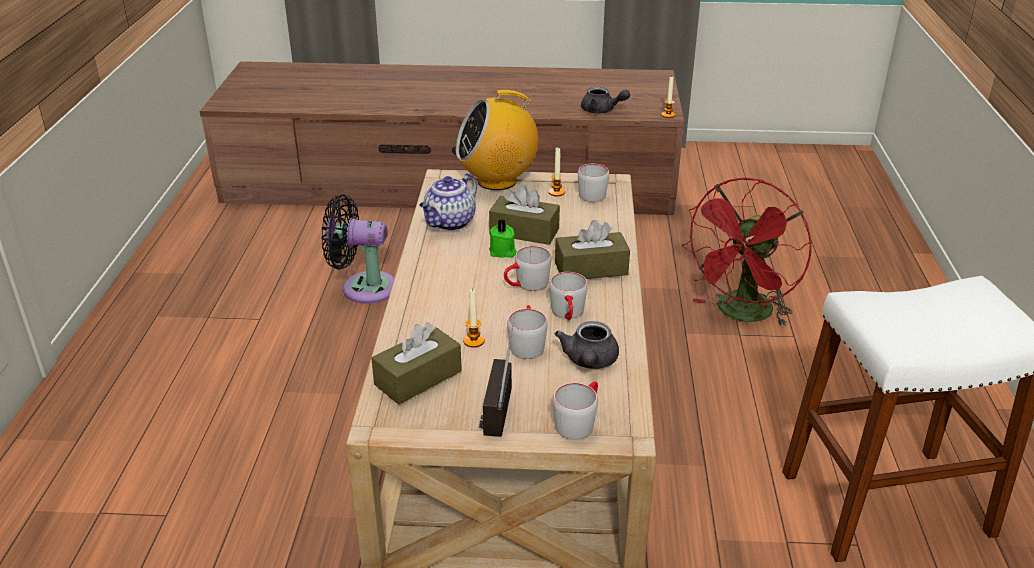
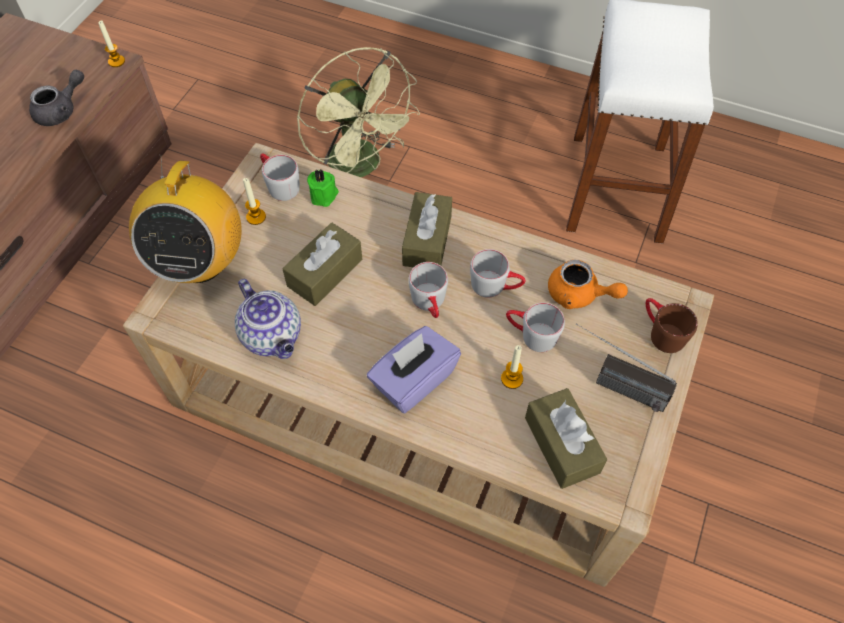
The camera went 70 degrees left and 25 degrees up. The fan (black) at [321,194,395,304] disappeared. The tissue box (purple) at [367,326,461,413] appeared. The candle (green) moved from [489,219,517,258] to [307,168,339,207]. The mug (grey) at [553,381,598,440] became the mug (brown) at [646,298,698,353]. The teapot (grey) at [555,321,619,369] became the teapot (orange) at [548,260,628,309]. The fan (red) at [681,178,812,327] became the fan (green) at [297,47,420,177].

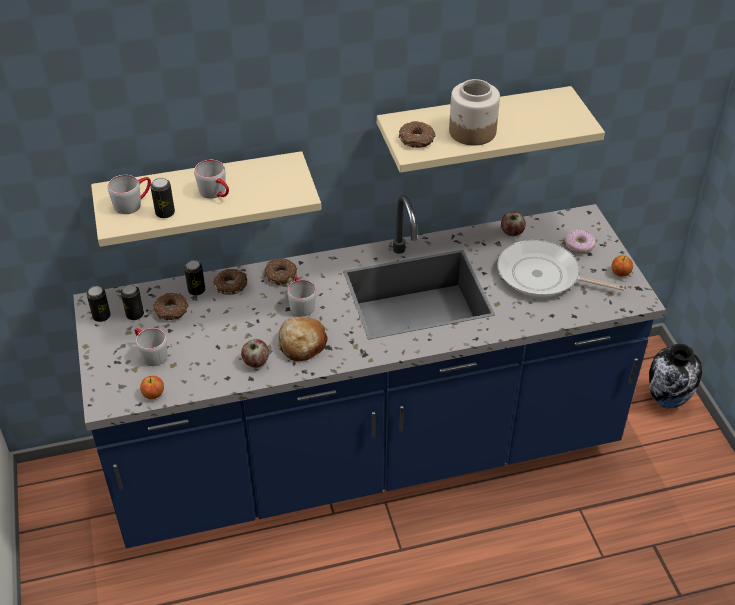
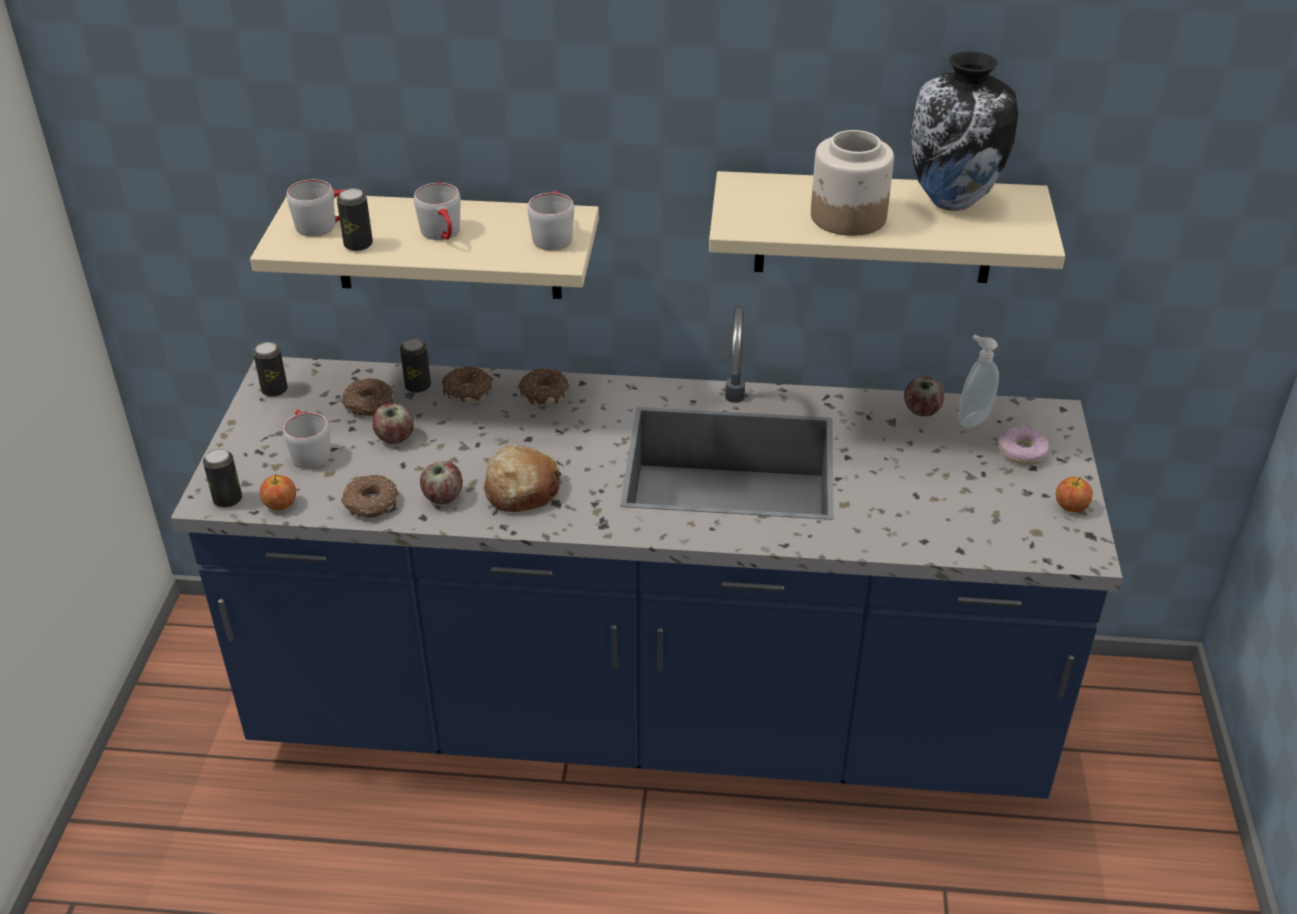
The camera went 20 degrees right and 5 degrees down. The frying pan at [497,240,625,297] disappeared. The apple at [373,403,414,444] appeared. The soap dispenser at [959,335,999,428] appeared. The can moved from [121,284,144,320] to [203,449,242,508]. The mug (grey) moved from [287,276,316,316] to [527,190,574,251]. The donut moved from [399,121,436,148] to [341,474,399,518]. The vase moved from [649,344,702,408] to [911,51,1018,211].

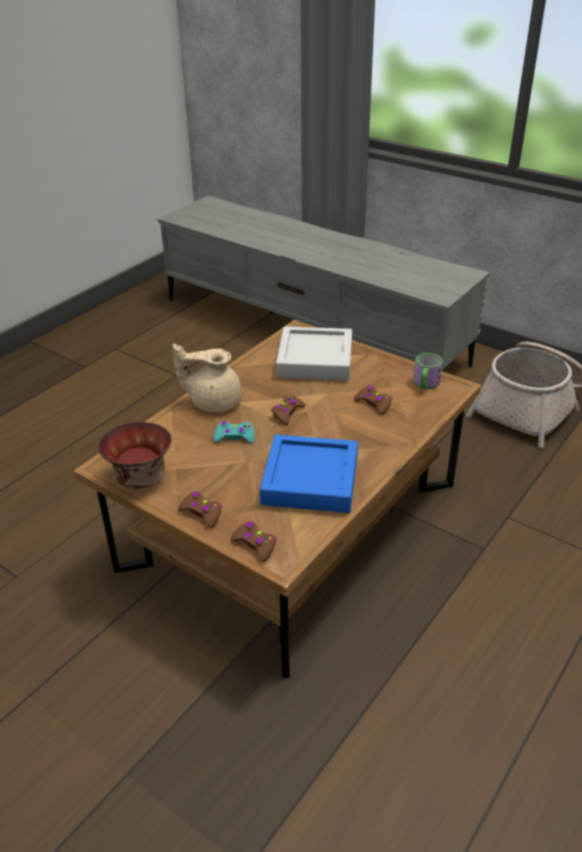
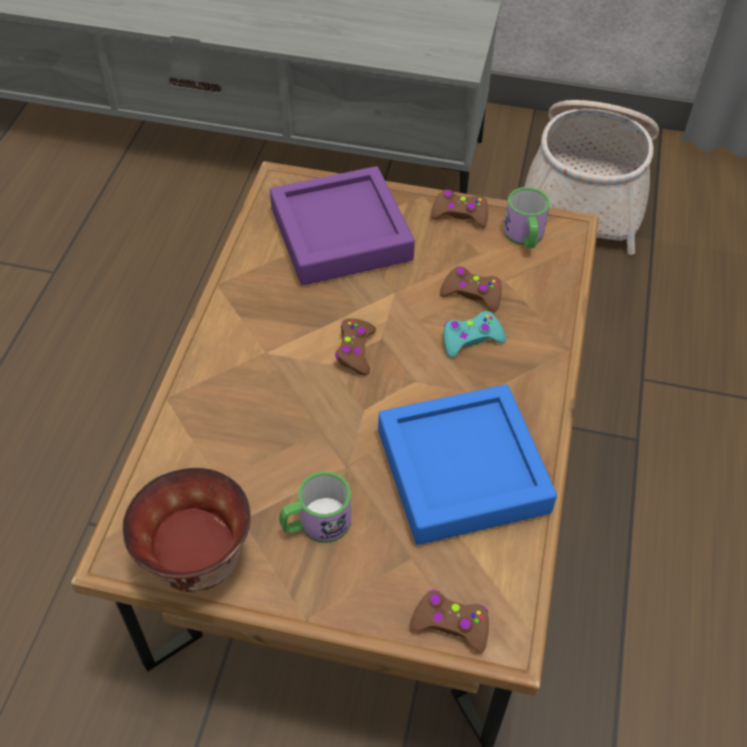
The camera went 25 degrees left and 15 degrees up. The teapot (beige) at [173,344,242,412] disappeared. The mug at [279,471,351,543] appeared. The game controller (brown) moved from [178,491,222,528] to [431,190,488,228]. The game controller (turquoise) moved from [214,421,255,443] to [443,311,506,357]. The tray (grey) at [276,327,352,381] became the tray (purple) at [270,166,415,285].

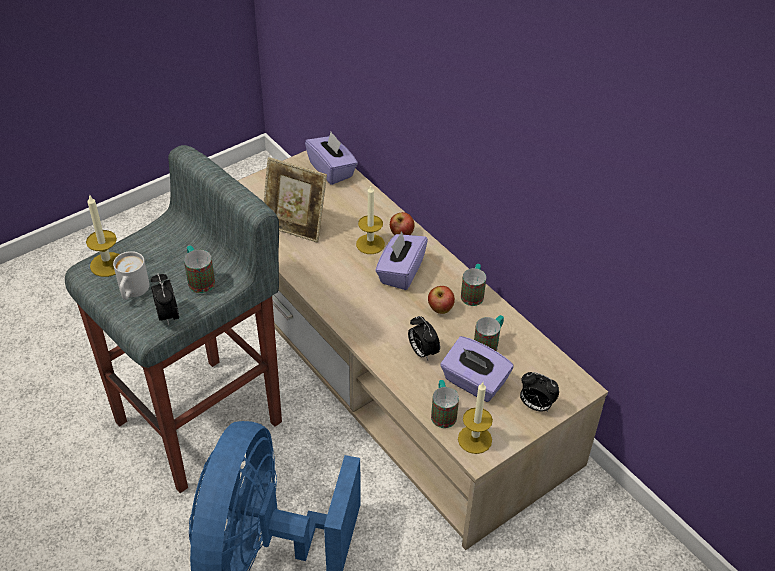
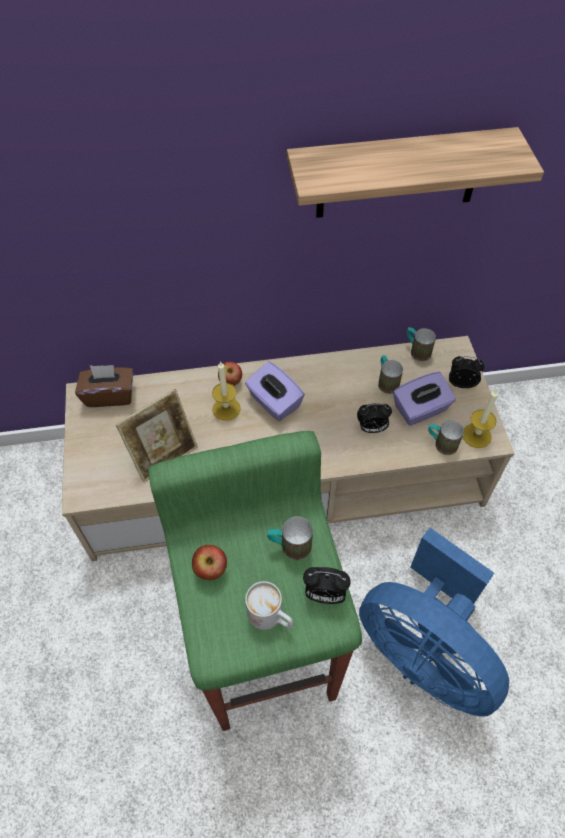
The camera went 60 degrees left and 10 degrees up. The candle at [86,194,120,277] disappeared. The shelf at [287,127,544,218] appeared. The apple moved from [428,286,455,314] to [192,545,227,580]. The mug moved from [461,264,486,306] to [407,327,436,361]. The stool (grey) at [65,145,282,493] became the stool (green) at [148,431,362,731]. The tissue box (purple) at [305,132,358,185] became the tissue box (brown) at [75,365,134,407]. The alarm clock at [520,372,559,412] turned 135 degrees counterclockwise.

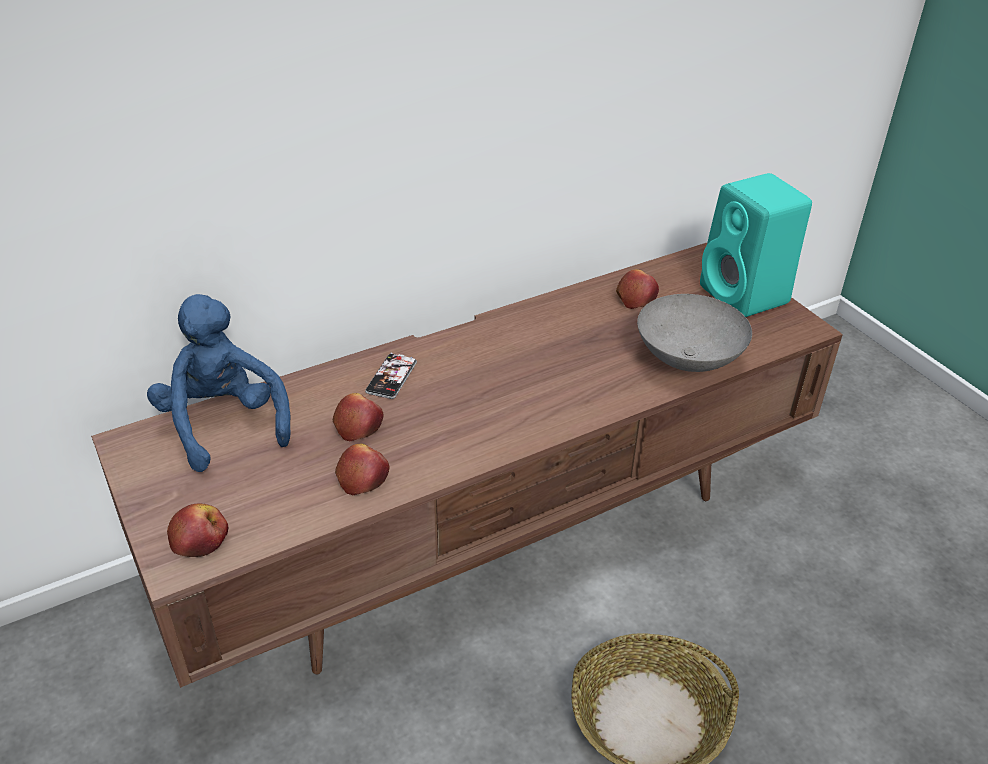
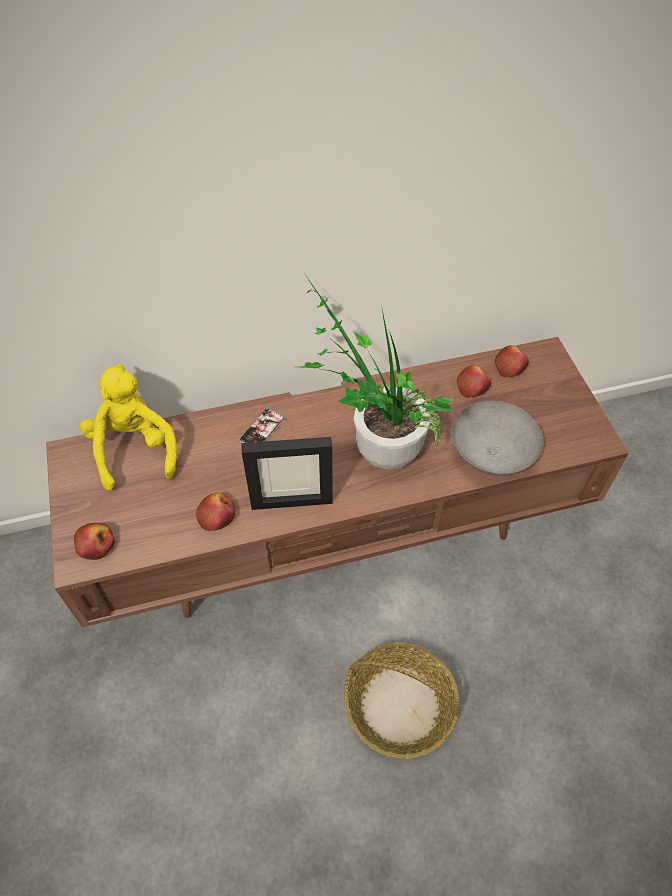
The camera went 15 degrees right and 15 degrees up. The speaker (turquoise) at [700,173,812,317] disappeared. The picture frame at [241,437,333,510] appeared. The potted plant at [301,273,454,469] appeared. The apple moved from [333,393,383,441] to [495,345,529,377]. The plush toy (blue) at [147,294,291,472] became the plush toy (yellow) at [80,364,177,490].

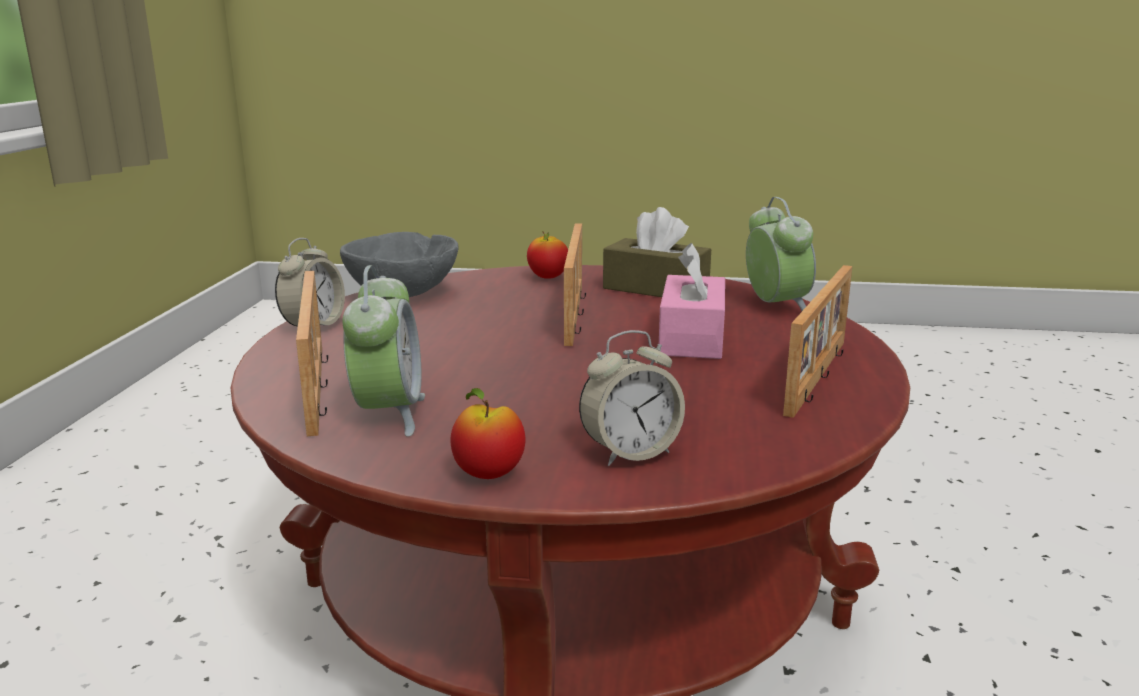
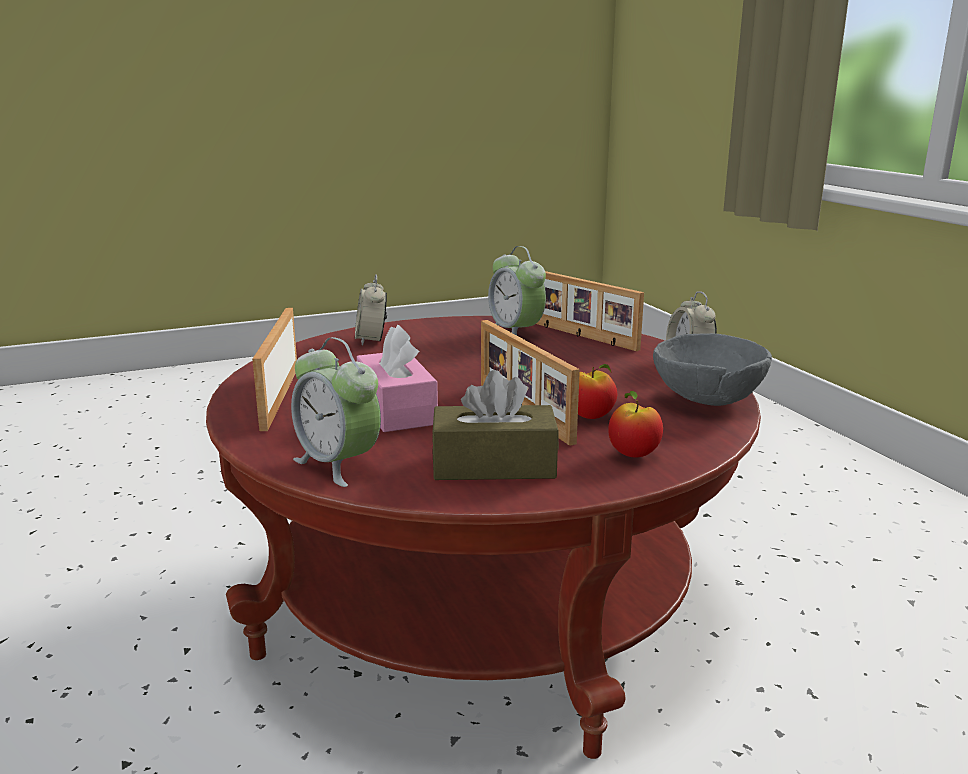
The camera went 150 degrees right and 0 degrees up. The apple moved from [451,388,525,479] to [578,364,617,419]. The alarm clock at [579,330,685,466] turned 45 degrees counterclockwise.

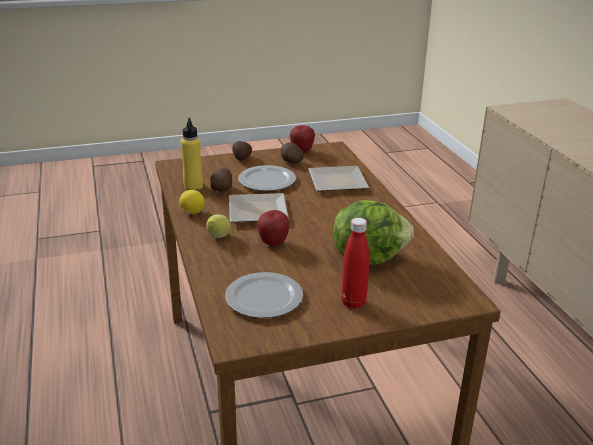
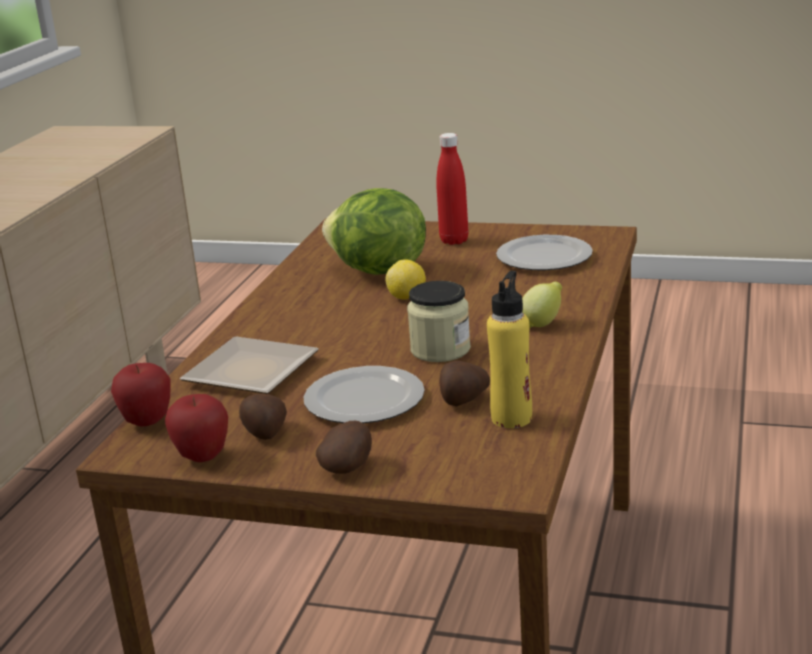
The camera went 145 degrees left and 5 degrees down. The lemon moved from [179,190,205,214] to [386,259,426,300]. The apple moved from [257,210,289,247] to [111,363,171,426]. The plate at [229,193,289,223] was replaced by the jar at [407,281,471,362].

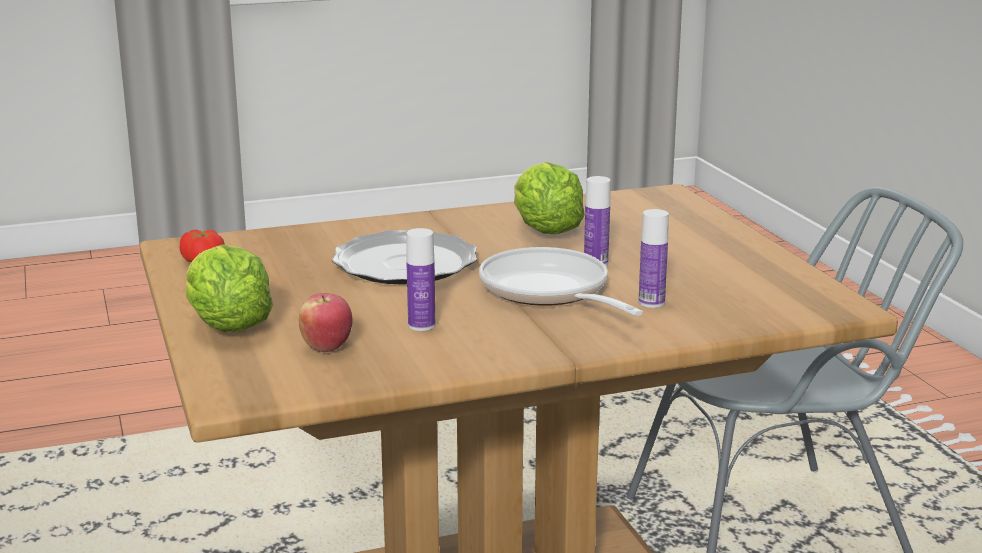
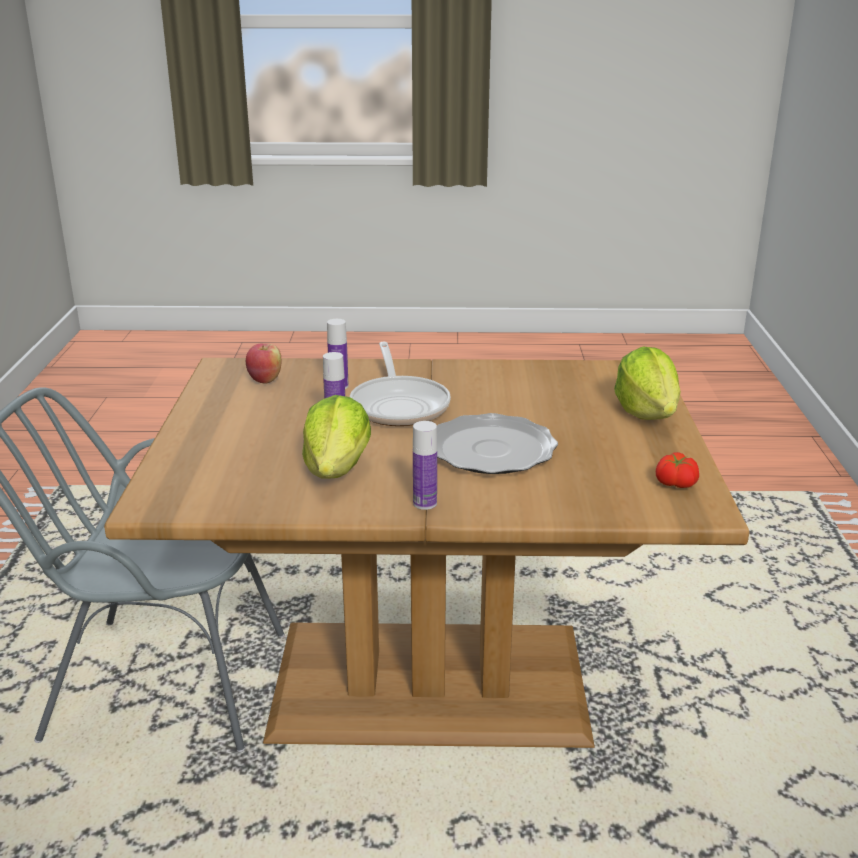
The camera went 160 degrees left and 5 degrees up. The apple moved from [299,293,353,352] to [246,344,281,384]. The bottle moved from [406,228,435,331] to [413,421,437,510].

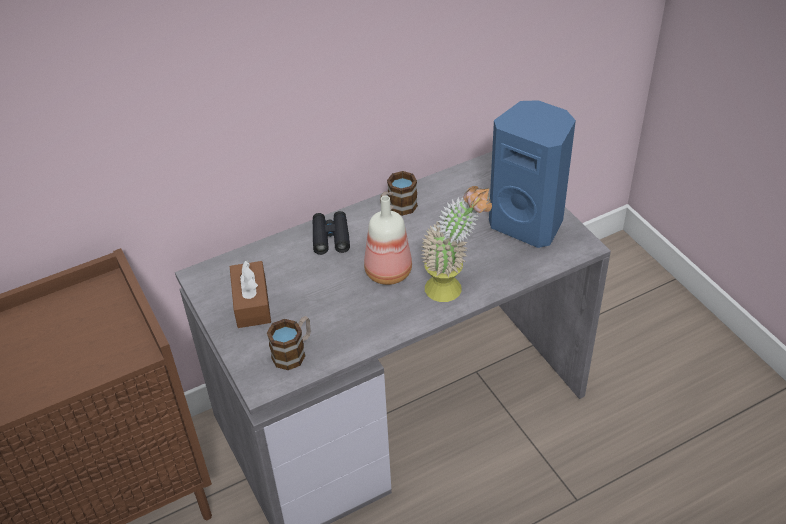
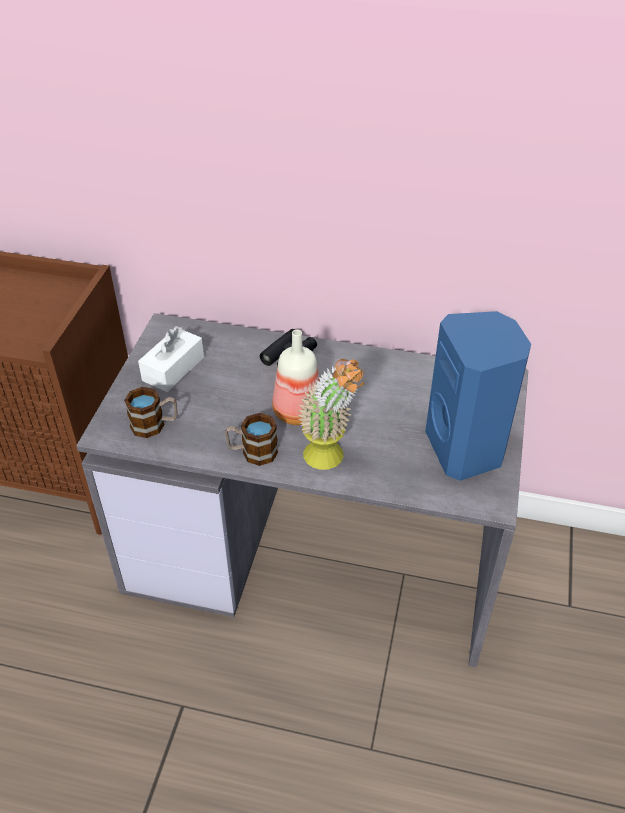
The camera went 40 degrees right and 0 degrees up. The mug moved from [380,171,418,216] to [225,413,278,466]. The tissue box (brown) at [230,260,271,328] became the tissue box (white) at [138,326,204,392].

